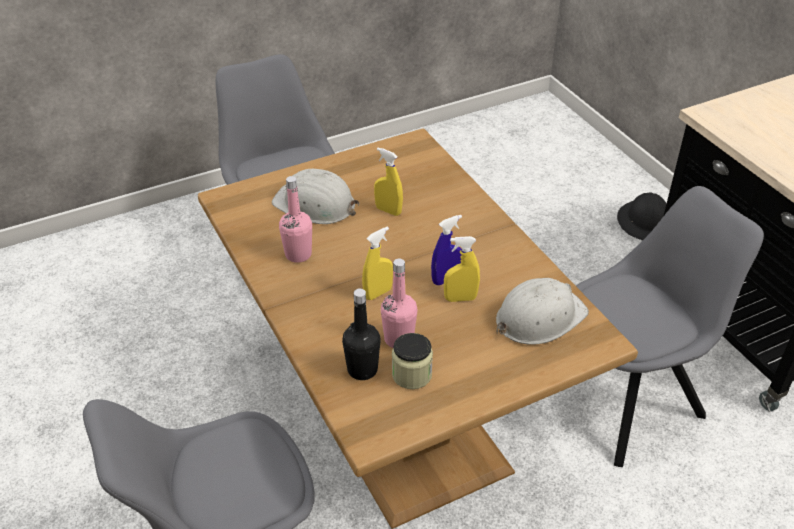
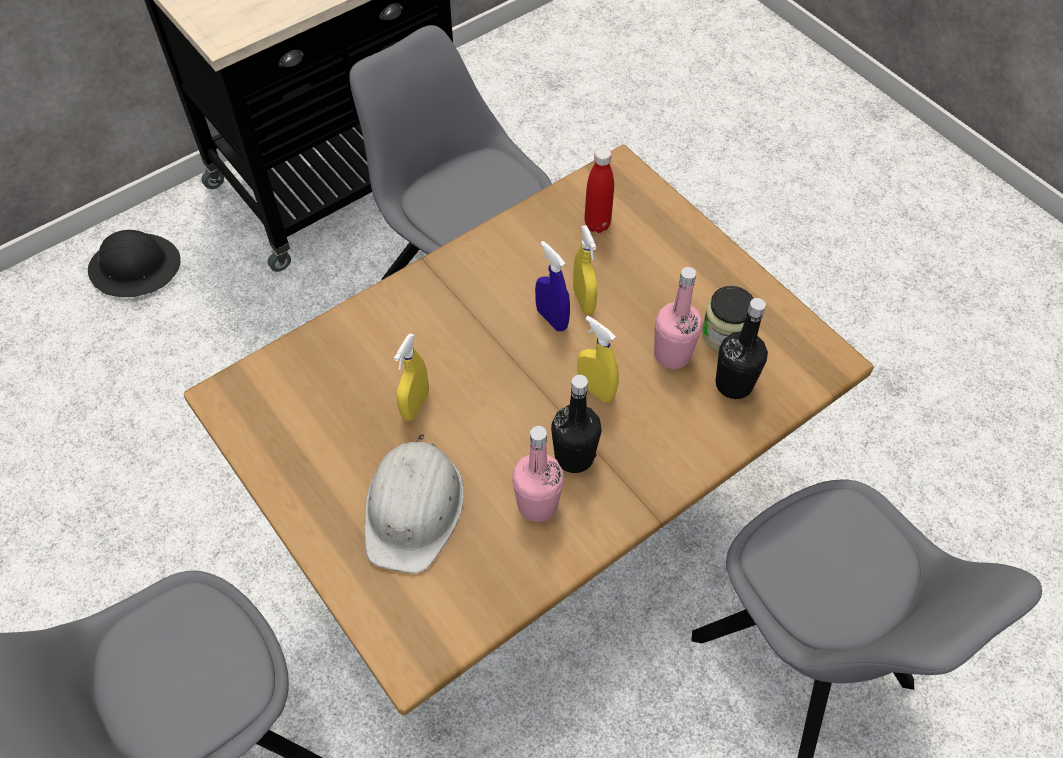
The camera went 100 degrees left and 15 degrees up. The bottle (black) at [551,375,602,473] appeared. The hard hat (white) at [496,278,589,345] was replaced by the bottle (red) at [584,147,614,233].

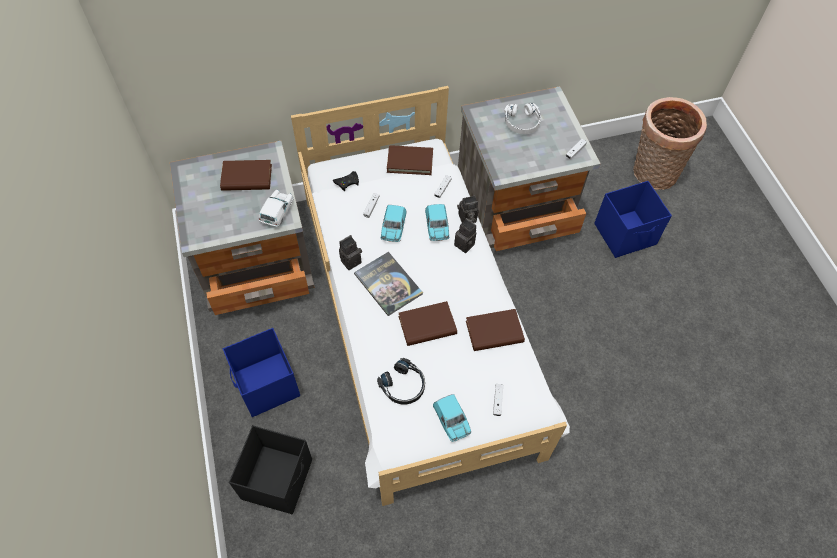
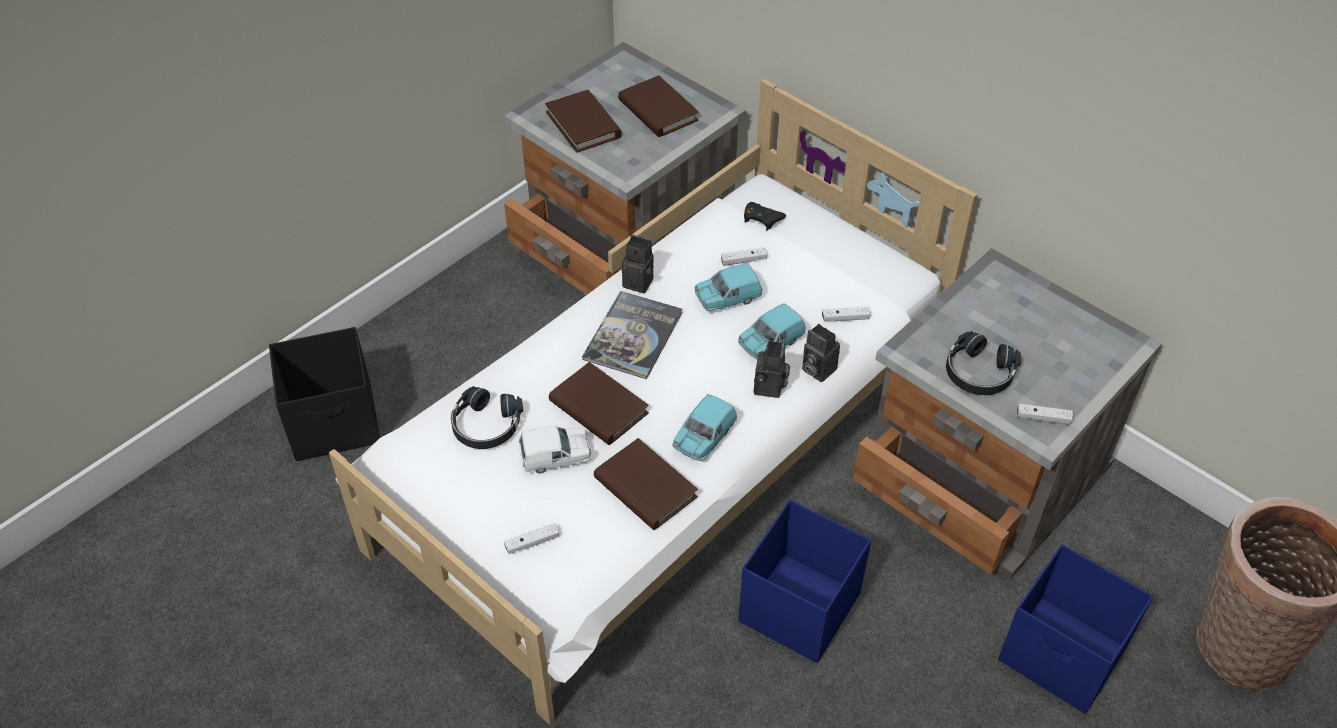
The camera went 60 degrees right and 10 degrees down. The headphones (white) at [504,103,541,134] disappeared. The headphones (black) at [946,331,1021,395] appeared. The storage box (blue) moved from [223,328,300,417] to [738,500,871,663]. The toy car (white) moved from [258,190,294,227] to [519,426,591,473]. The book (brown) moved from [387,145,433,175] to [545,90,622,153]. The toy car (turquoise) moved from [433,394,471,442] to [673,394,737,461].

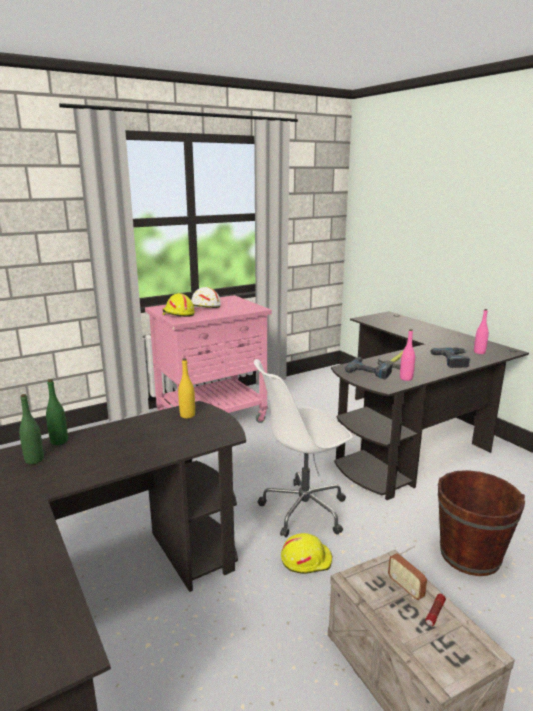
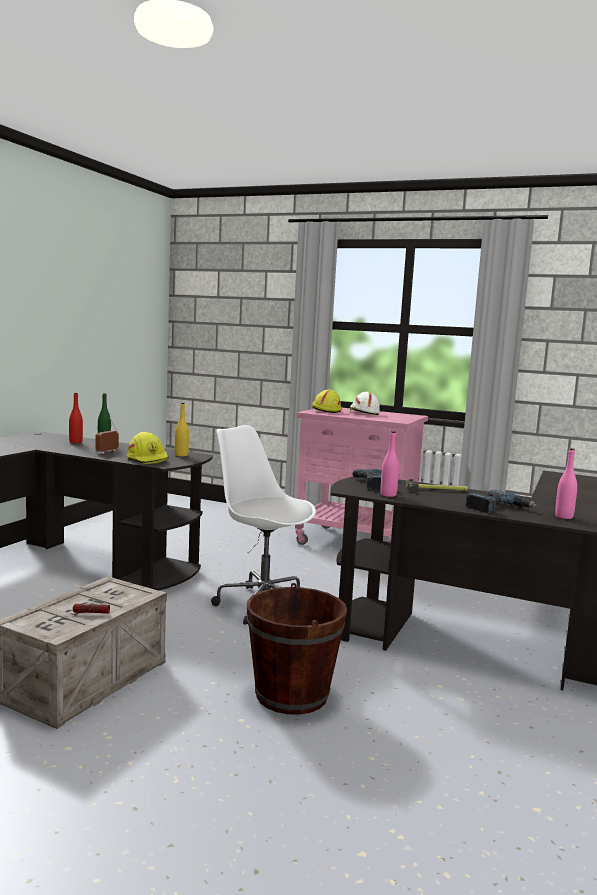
The camera went 55 degrees right and 10 degrees down. The hard hat (yellow) moved from [281,533,333,574] to [127,432,169,464]. The radio moved from [388,546,427,600] to [95,418,119,454]. The bottle (green) at [19,394,44,464] became the bottle (red) at [69,393,83,443].

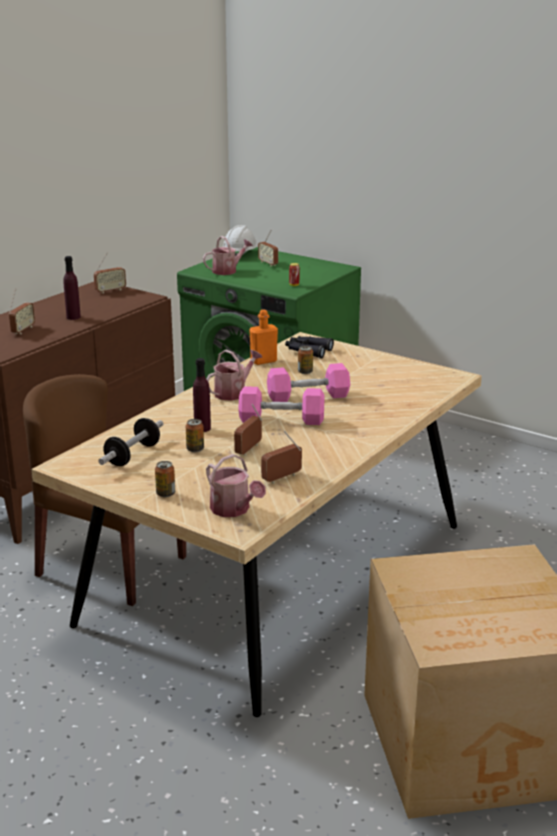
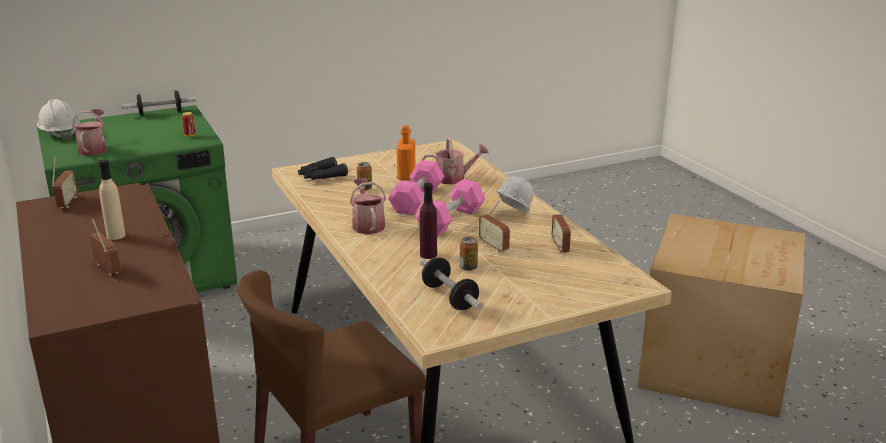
The camera went 60 degrees left and 0 degrees up. The can at [155,461,175,497] disappeared. The radio at [258,229,278,266] disappeared. The dumbbell at [122,90,196,116] appeared. The hard hat (white) at [496,176,534,214] appeared. The watering can moved from [206,454,266,517] to [422,137,489,184]. The bottle (orange) moved from [249,310,278,365] to [397,125,415,180]. The bottle (purple) at [63,256,81,320] became the bottle (beige) at [99,159,126,240].

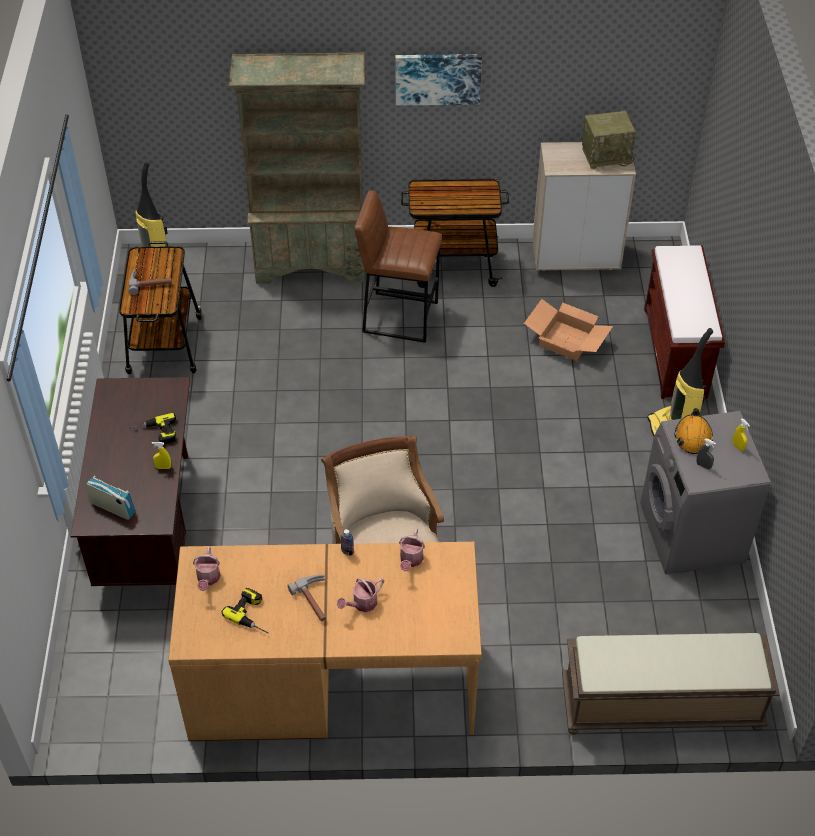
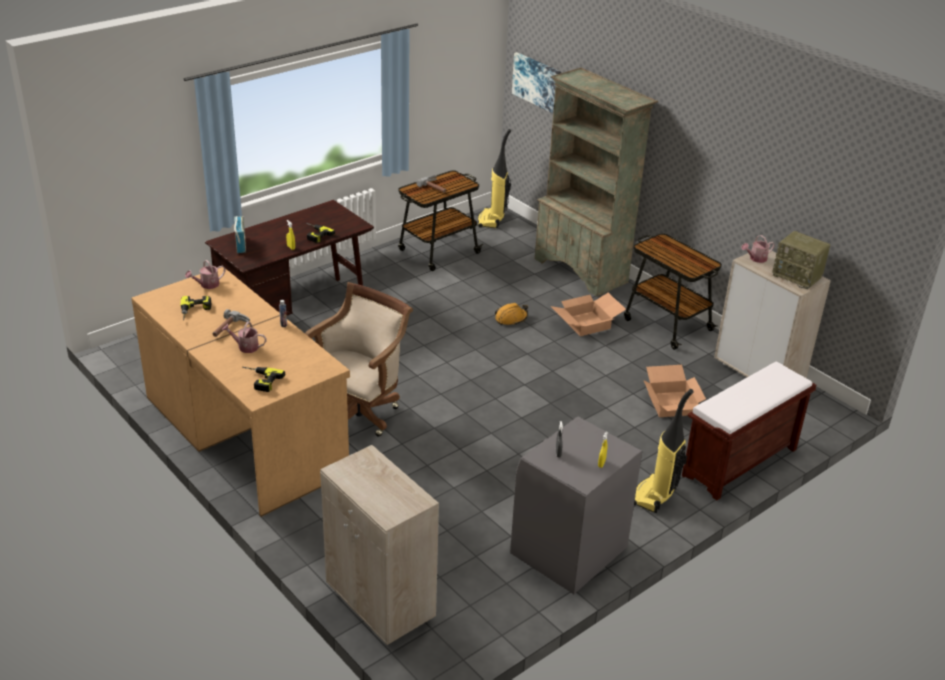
The camera went 50 degrees right and 15 degrees down. The power drill at [242,367,285,392] appeared. The picture moved from [395,54,482,105] to [512,52,561,113]. The watering can moved from [399,529,425,571] to [741,235,775,263]. The hard hat (orange) moved from [675,408,713,454] to [495,303,528,325]. The stool (brown) at [354,190,442,343] was replaced by the cardboard box at [551,293,626,336]. The bench (brown) at [562,633,780,735] was replaced by the cabinet (beige) at [320,445,439,645].

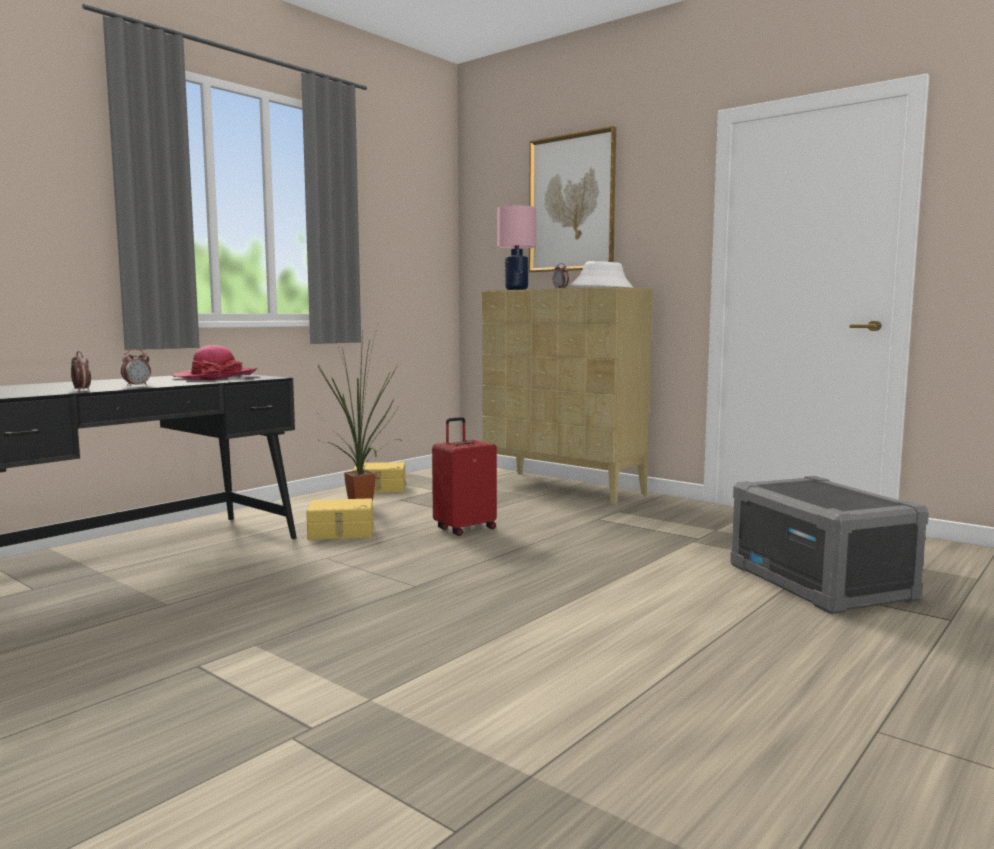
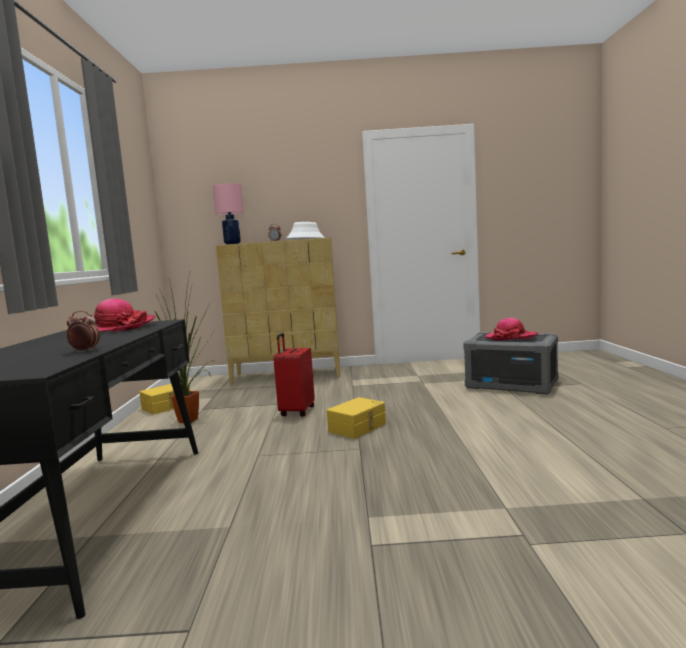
The camera went 40 degrees left and 0 degrees up. The alarm clock at [121,349,151,386] disappeared. The picture at [529,126,616,272] disappeared. The hat at [485,318,538,341] appeared. The storage box (yellow) moved from [306,498,373,540] to [327,397,386,439].

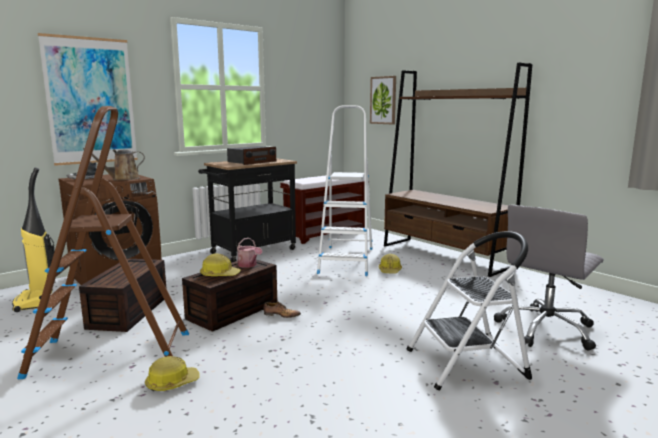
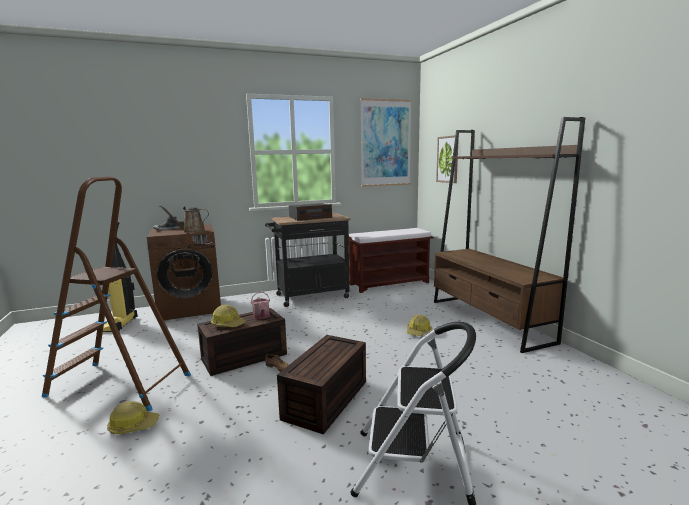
The camera went 20 degrees right and 0 degrees up. The step ladder (white) at [317,105,372,276] disappeared. The office chair (grey) at [493,205,604,351] disappeared. The picture moved from [38,33,138,166] to [360,98,412,187]. The storage box (brown) moved from [79,259,166,332] to [277,335,366,435].

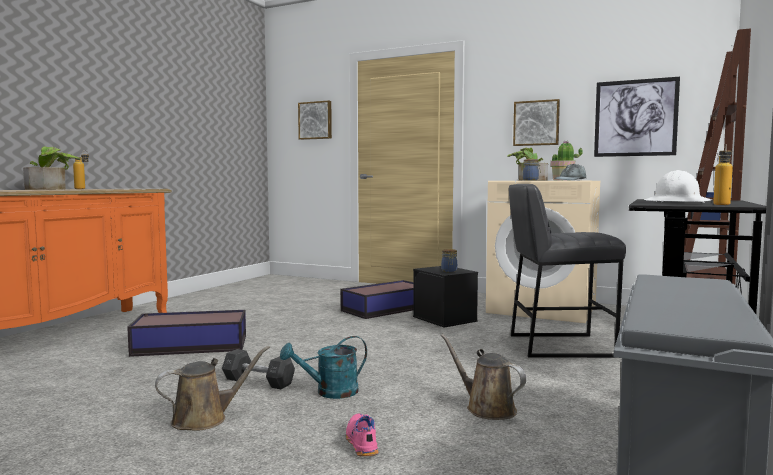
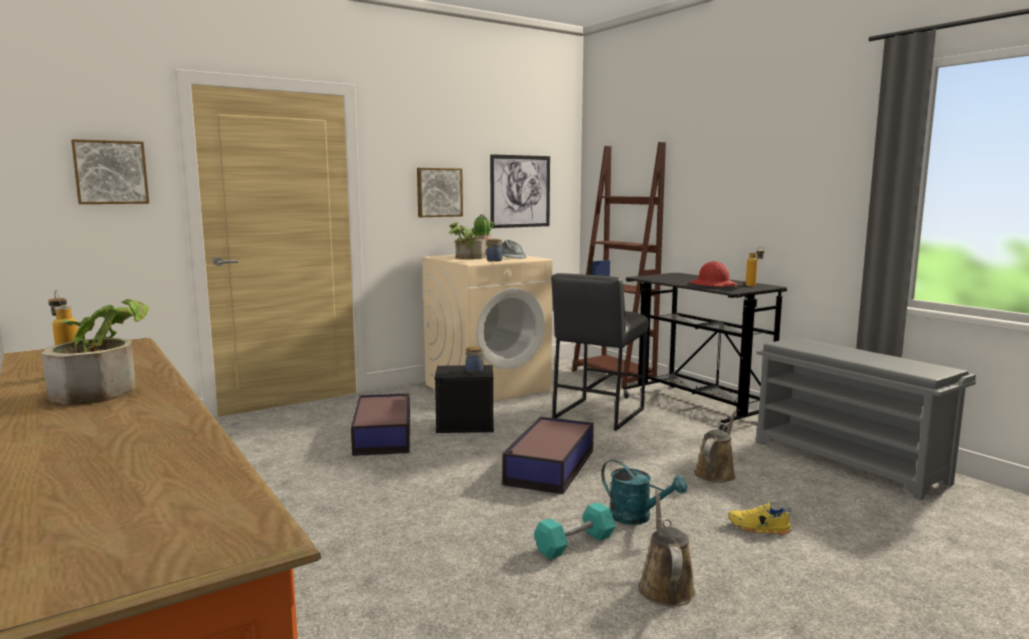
The camera went 60 degrees left and 5 degrees up. The storage box moved from [127,310,246,357] to [502,417,594,494]. The dumbbell (grey) at [222,349,295,389] became the dumbbell (turquoise) at [534,502,616,559]. The shoe (pink) at [346,414,379,456] became the shoe (yellow) at [728,503,792,535]. The hard hat (white) at [644,170,712,203] became the hard hat (red) at [690,261,737,287]. The watering can (turquoise) at [280,336,367,399] turned 60 degrees counterclockwise. The watering can (brown) at [440,334,527,420] turned 135 degrees clockwise.

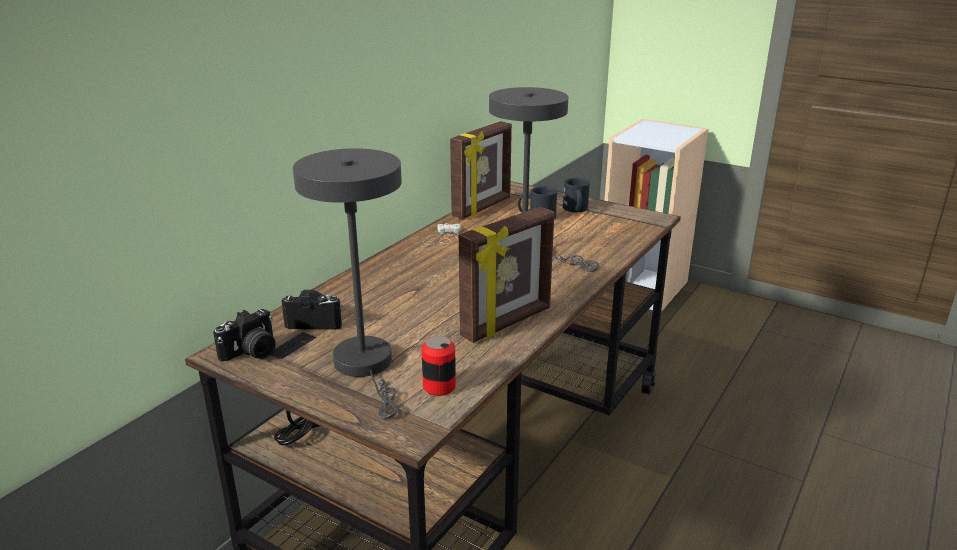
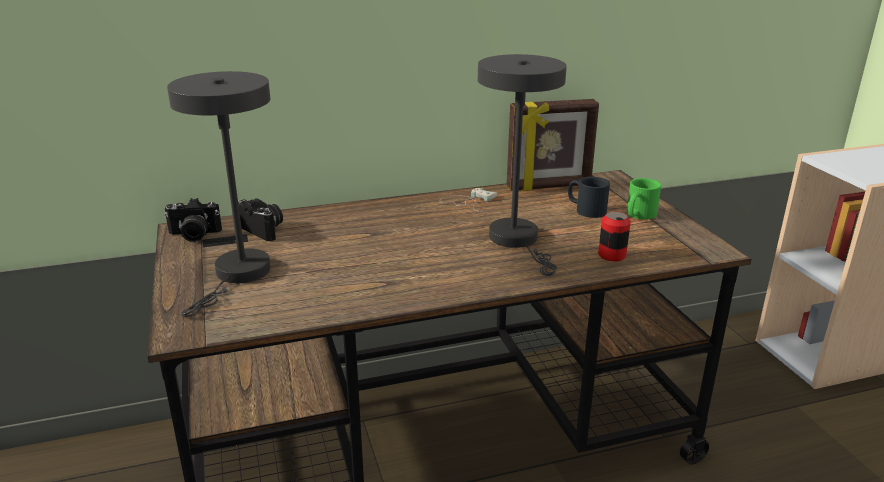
The camera went 40 degrees right and 0 degrees up. The picture frame at [459,207,555,343] disappeared. The can moved from [421,336,456,396] to [598,212,631,261]. The mug (black) at [563,178,590,212] became the mug (green) at [627,178,661,219].

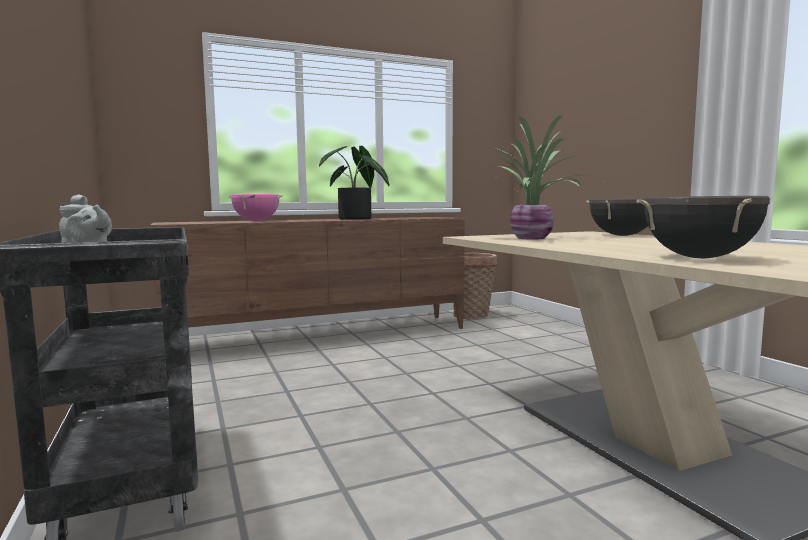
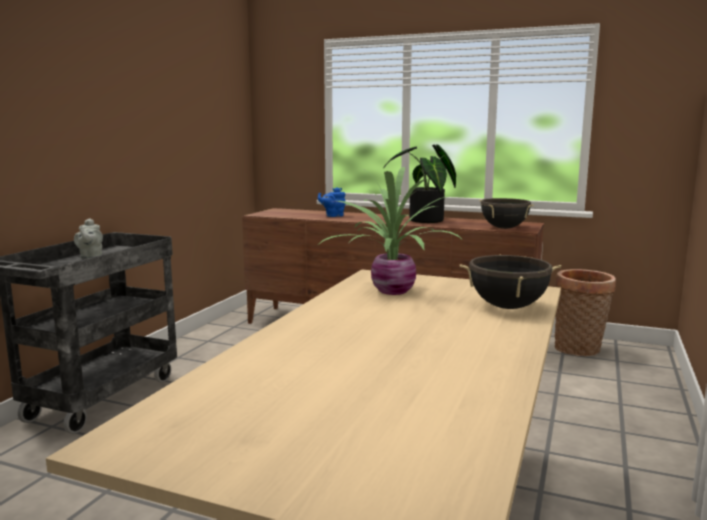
The camera went 45 degrees right and 5 degrees up. The cooking pot (black) moved from [636,196,771,258] to [479,198,534,229]. The cooking pot (pink) at [229,194,283,221] was replaced by the teapot (blue) at [318,188,346,217].

